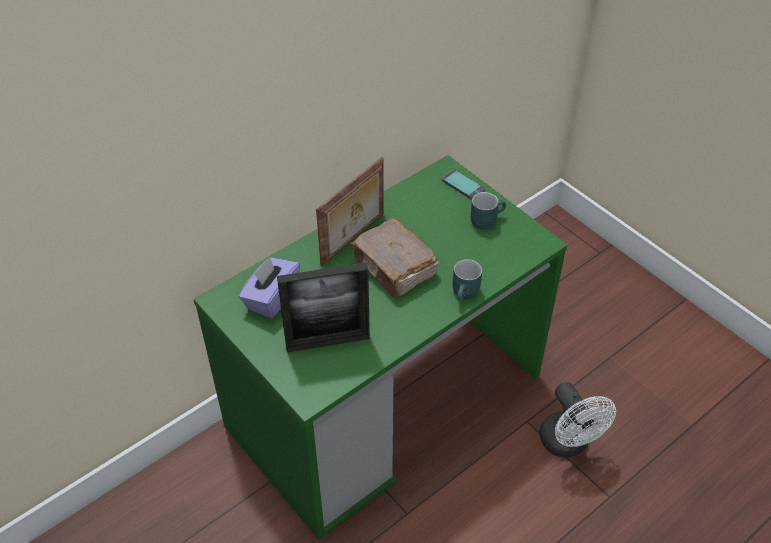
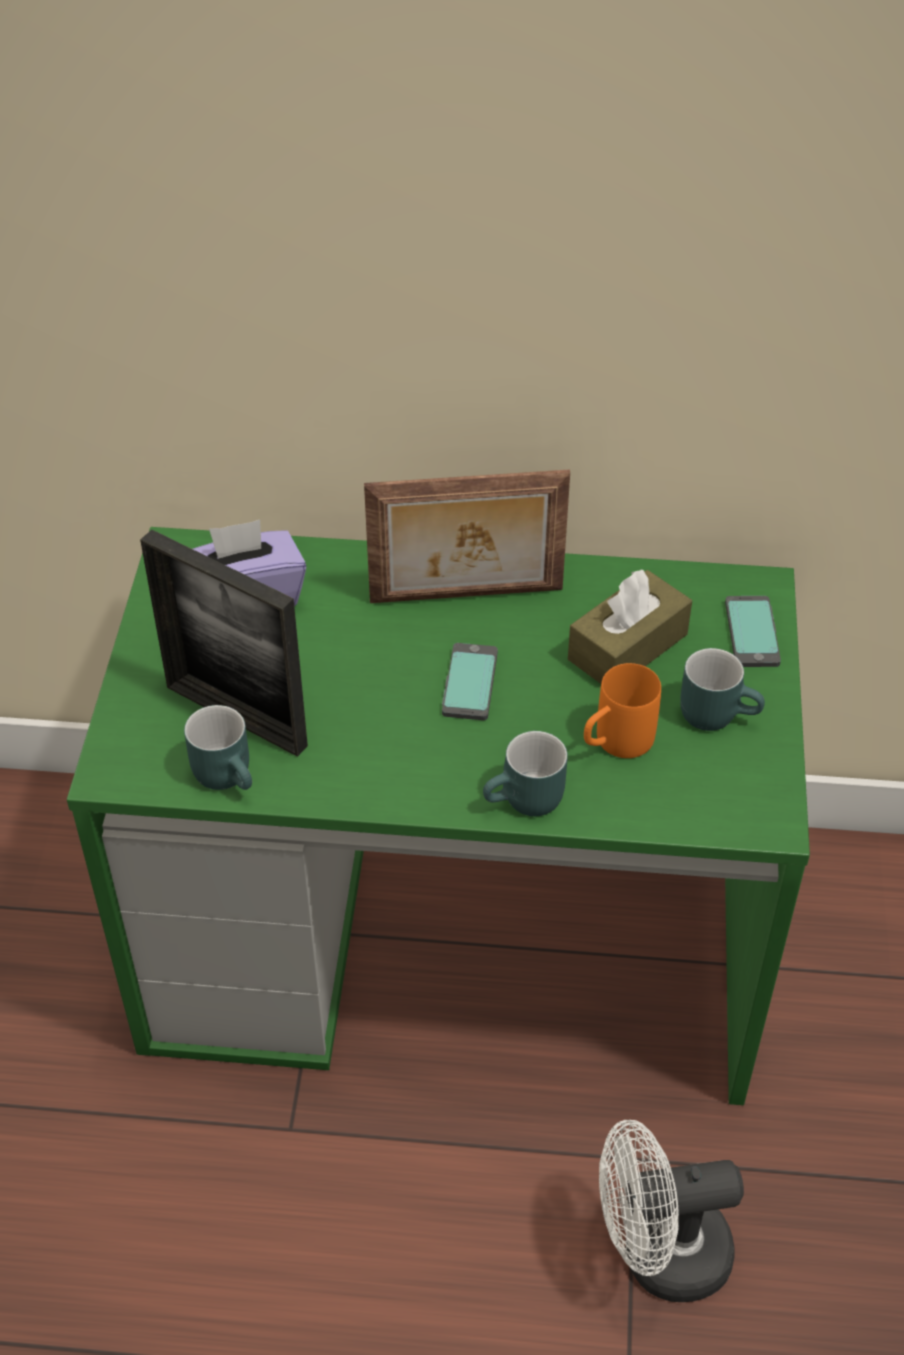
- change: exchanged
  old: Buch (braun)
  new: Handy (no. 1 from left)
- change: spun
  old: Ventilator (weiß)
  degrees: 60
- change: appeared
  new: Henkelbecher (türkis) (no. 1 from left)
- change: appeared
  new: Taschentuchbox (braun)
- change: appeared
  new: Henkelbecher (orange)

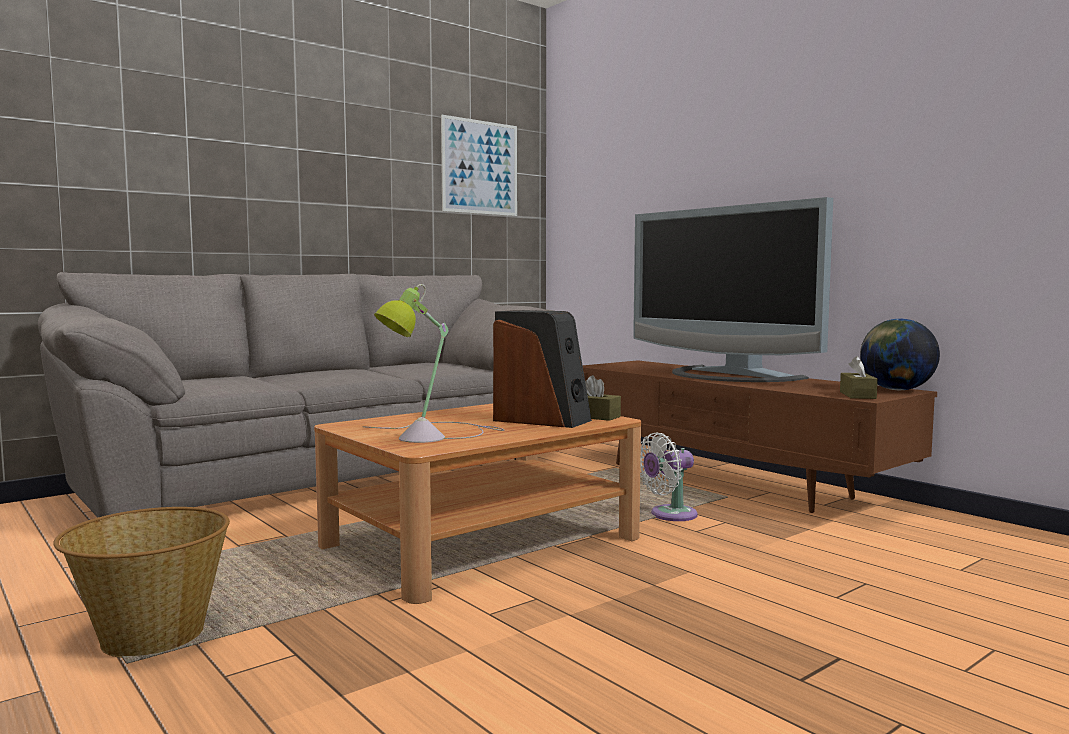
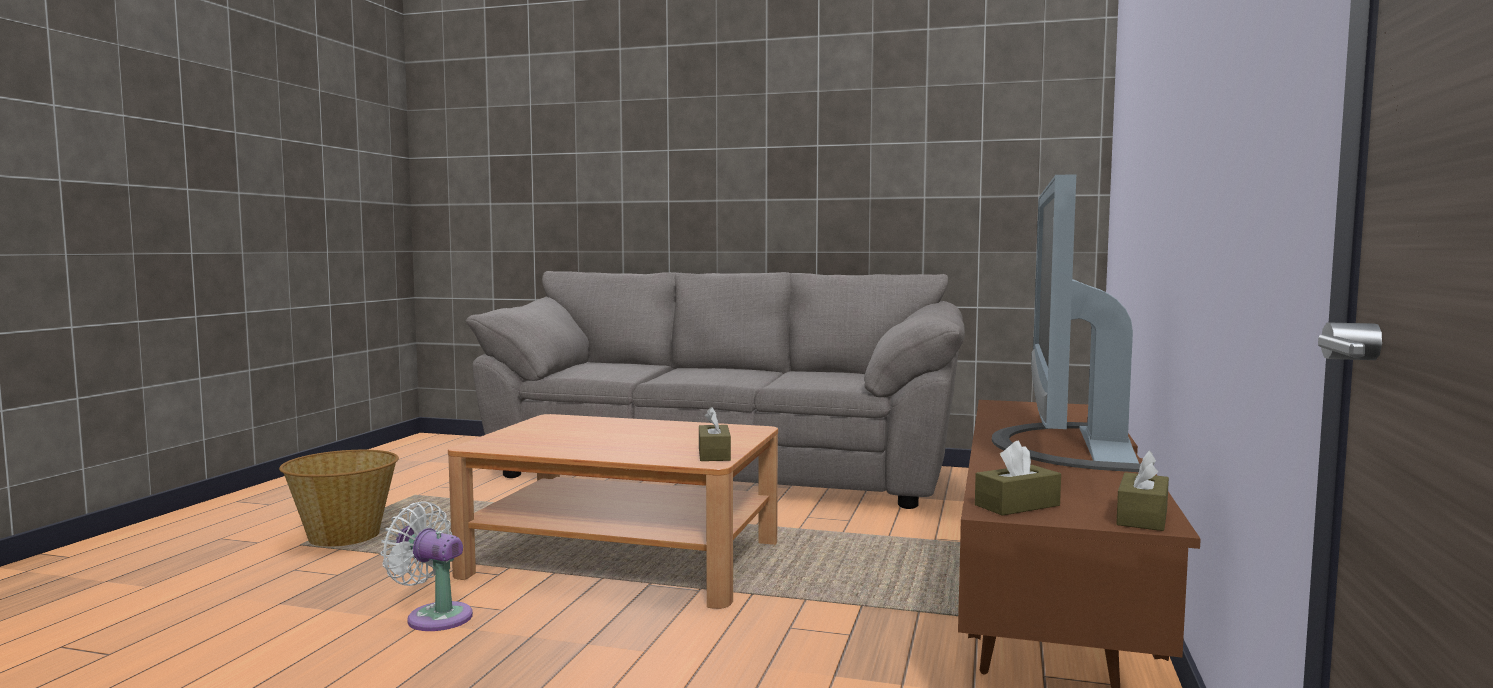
- change: missing
  old: Tischlampe
- change: missing
  old: Bild
- change: missing
  old: Lautsprecher
- change: relocated
  old: Ventilator (weiß)
- change: exchanged
  old: Globus
  new: Taschentuchbox (braun) (no. 3 from left)

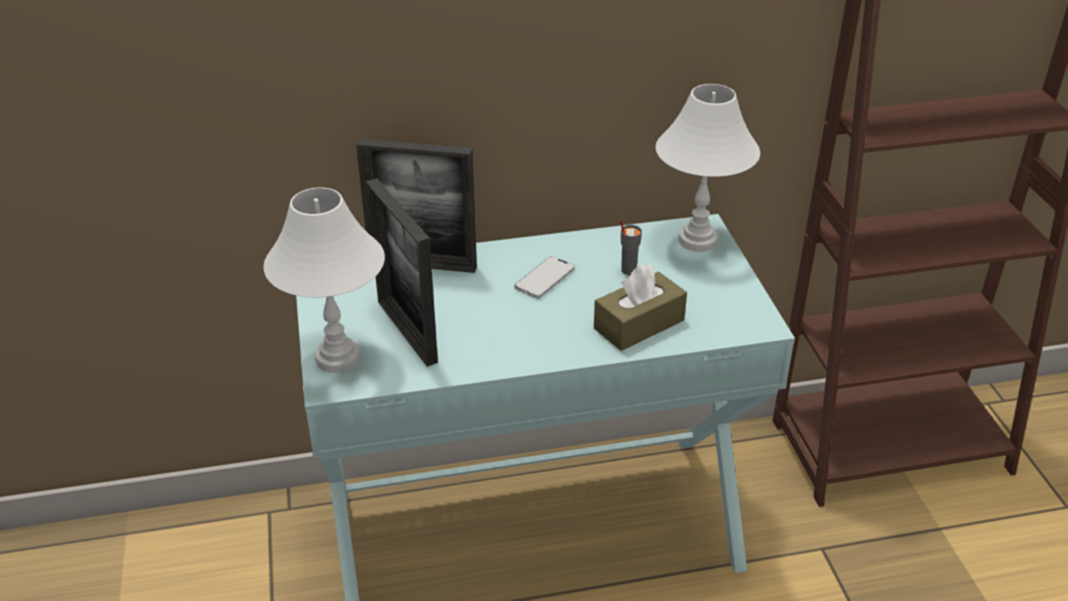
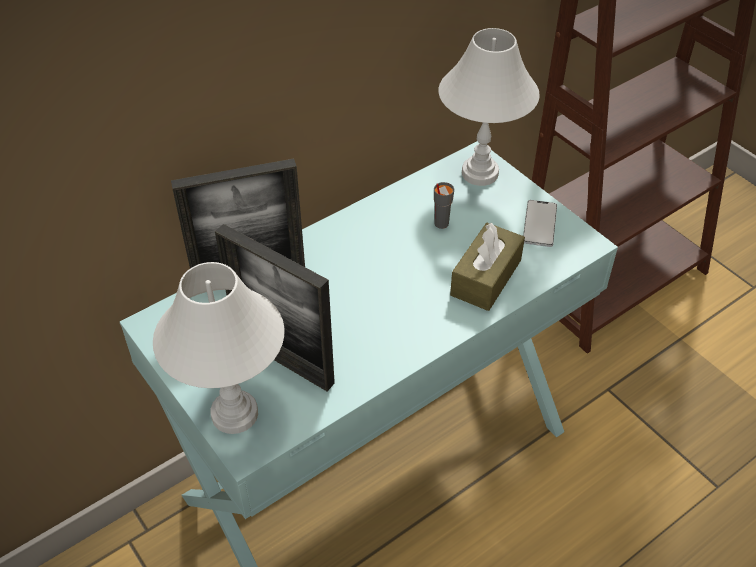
- change: relocated
  old: Handy

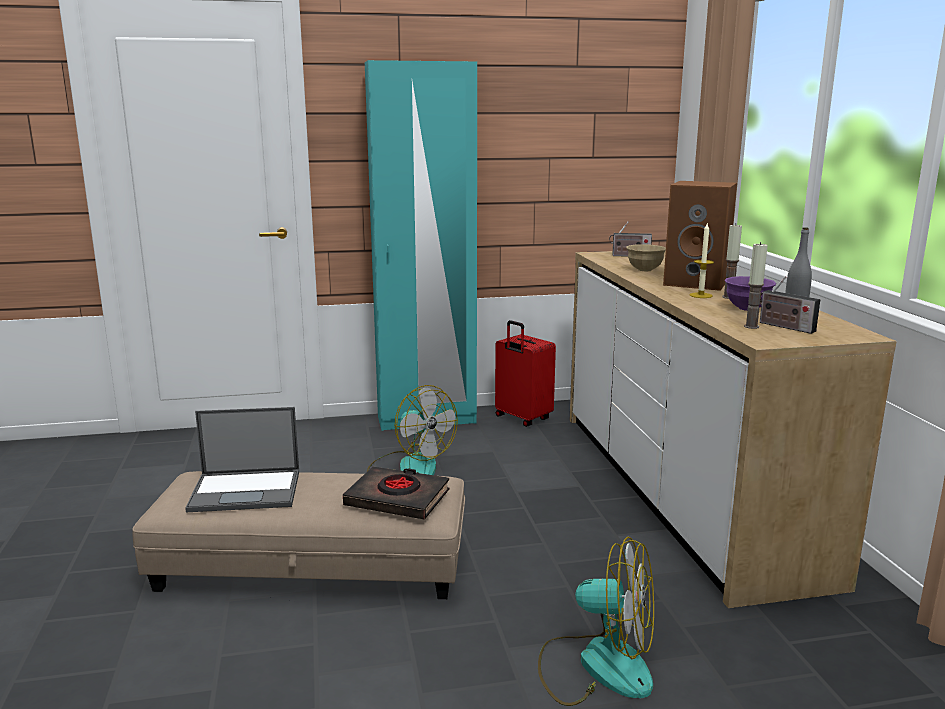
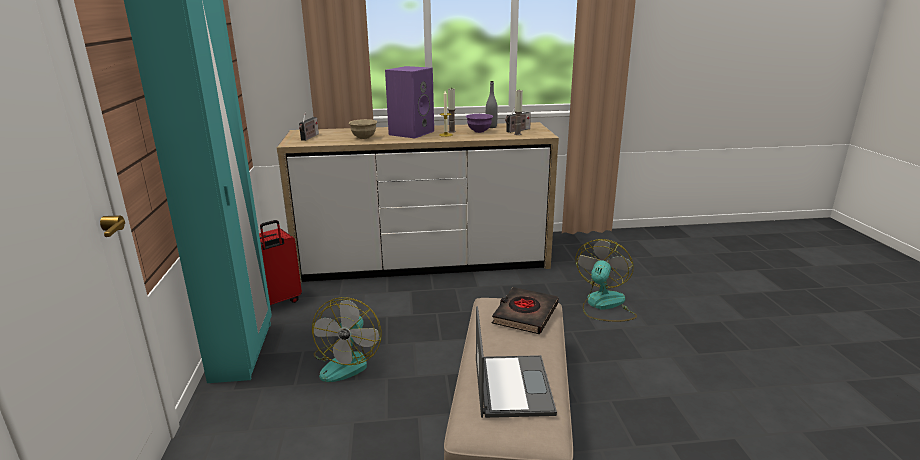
- change: spun
  old: Ventilator (no. 1 from left)
  degrees: 135
- change: colour
  old: Lautsprecher (braun)
  new: Lautsprecher (lila)

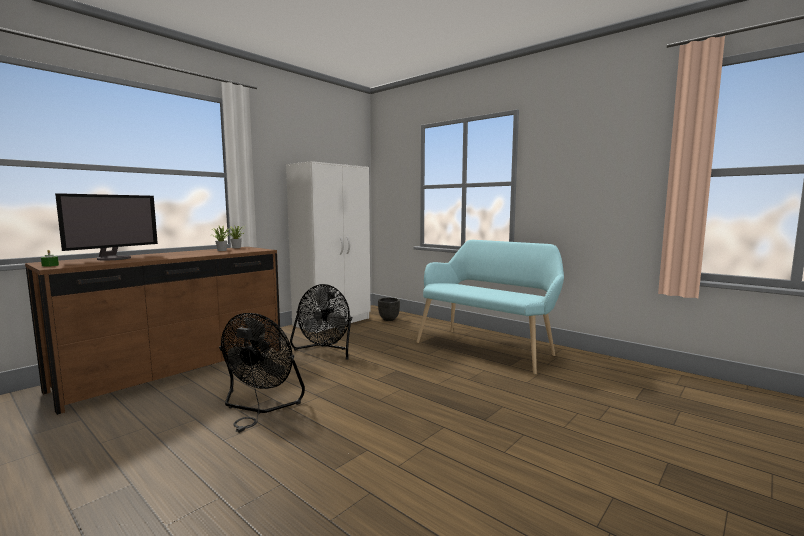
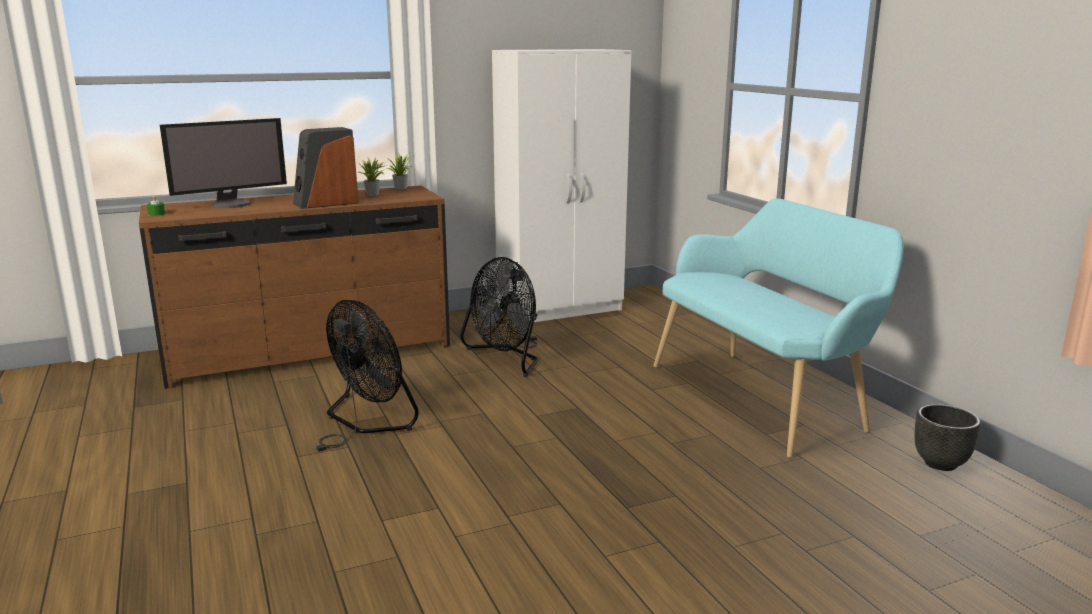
- change: relocated
  old: Pflanzkübel (schwarz)
- change: appeared
  new: Lautsprecher

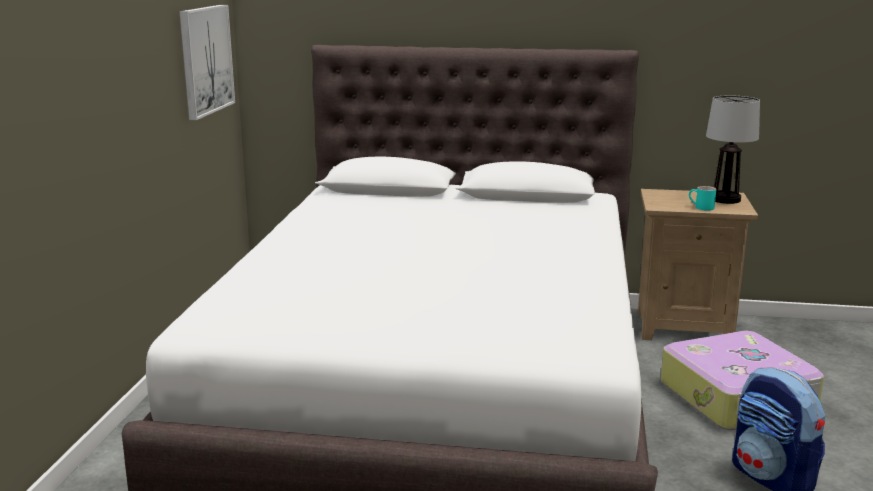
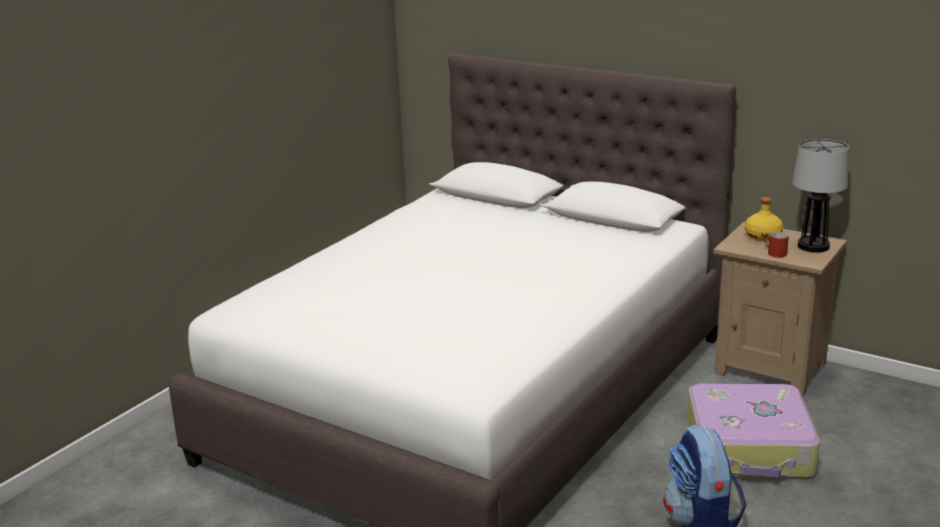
- change: missing
  old: Bild
- change: colour
  old: Henkelbecher (türkis)
  new: Henkelbecher (rot)
- change: appeared
  new: Flasche (gelb)

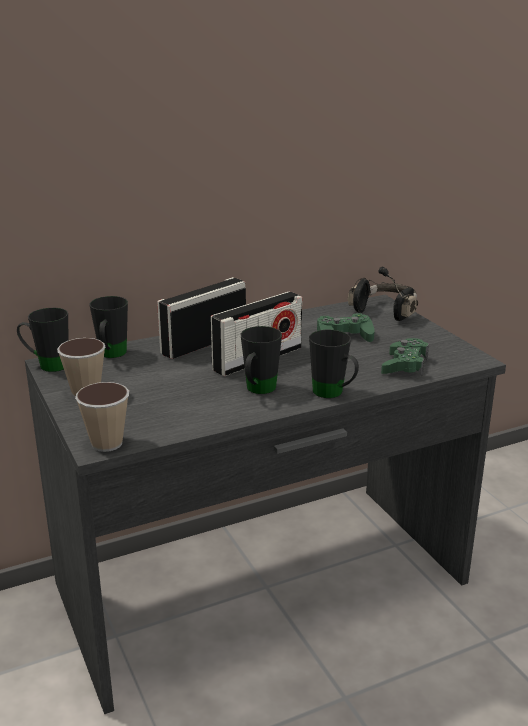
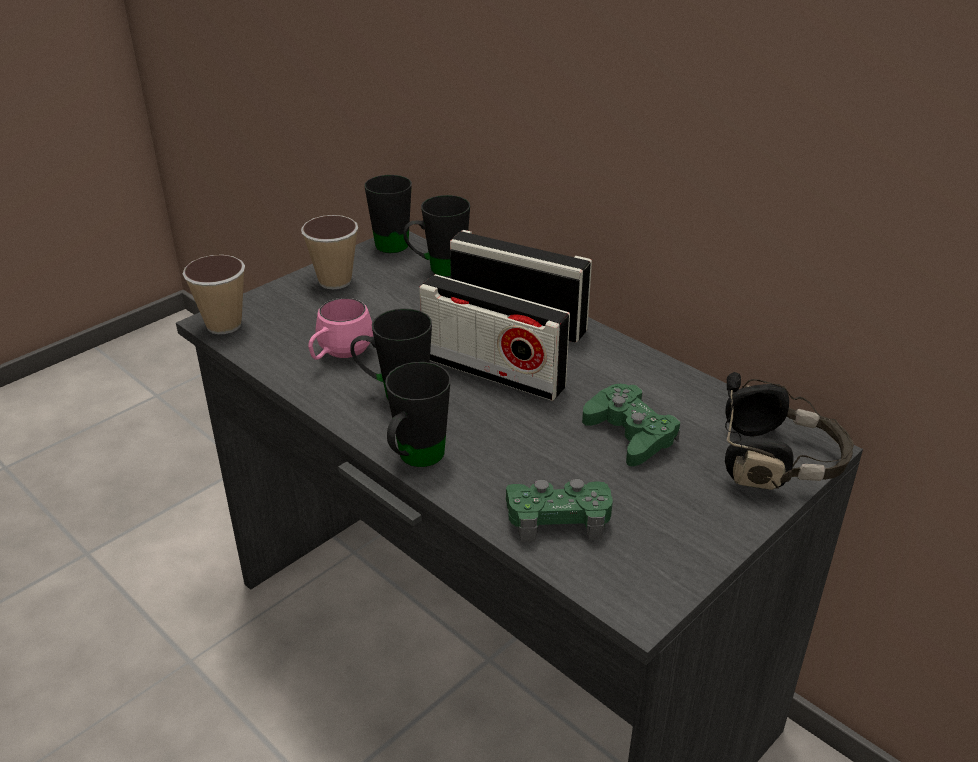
- change: appeared
  new: Henkelbecher (rosa)

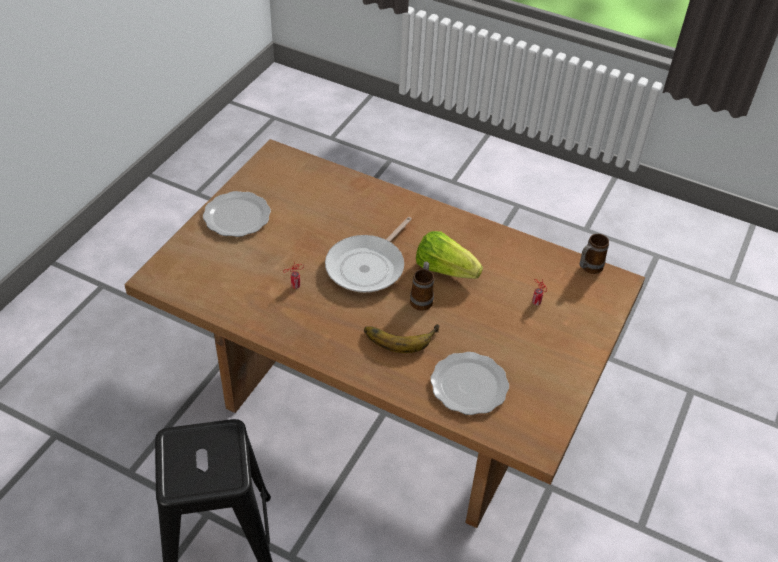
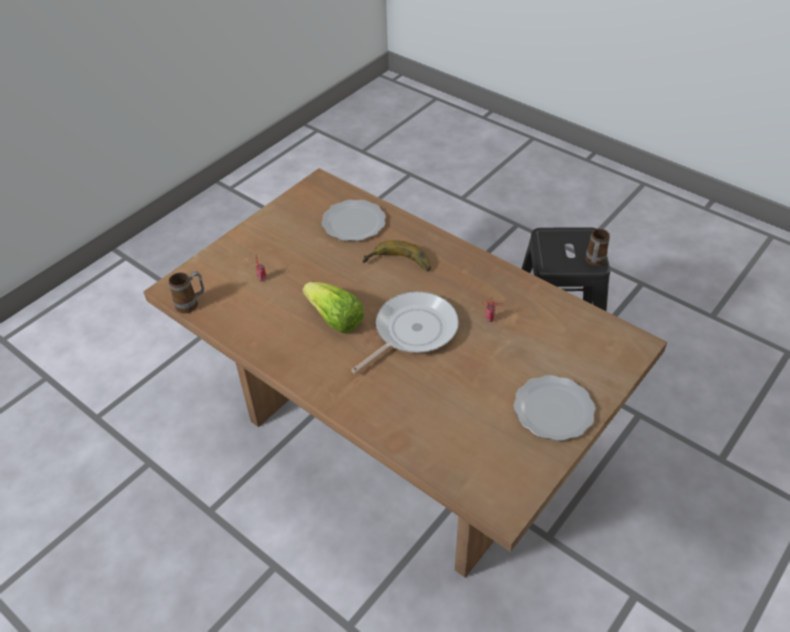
- change: relocated
  old: Henkelbecher (no. 1 from left in the first image)
  new: Henkelbecher (no. 2 from left)

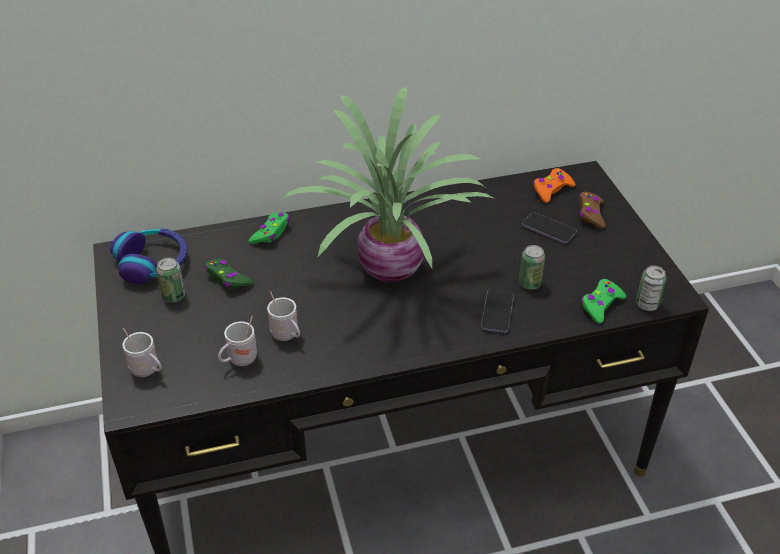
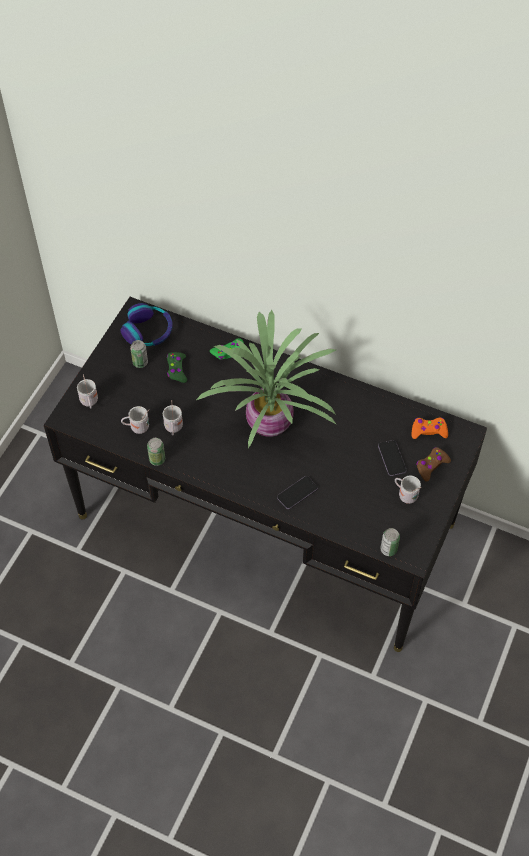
- change: relocated
  old: Dose (no. 2 from left)
- change: missing
  old: Gamepad (grün) (no. 3 from left)
- change: appeared
  new: Henkelbecher (weiß) (no. 4 from left)

